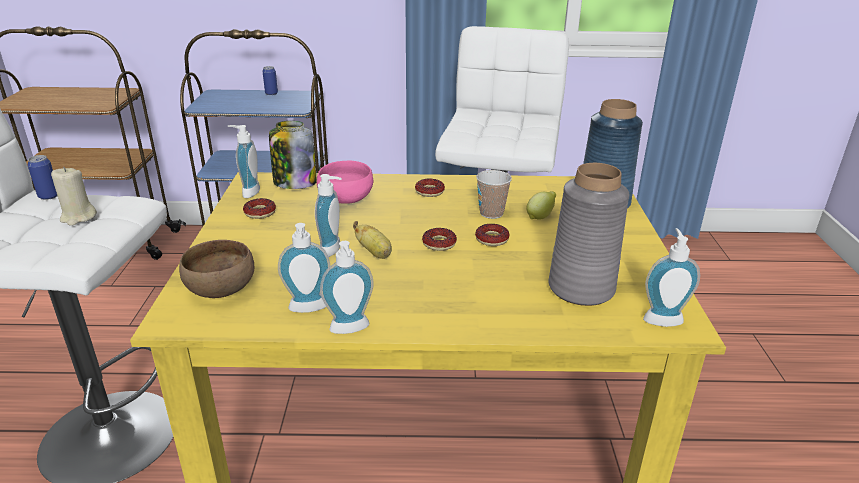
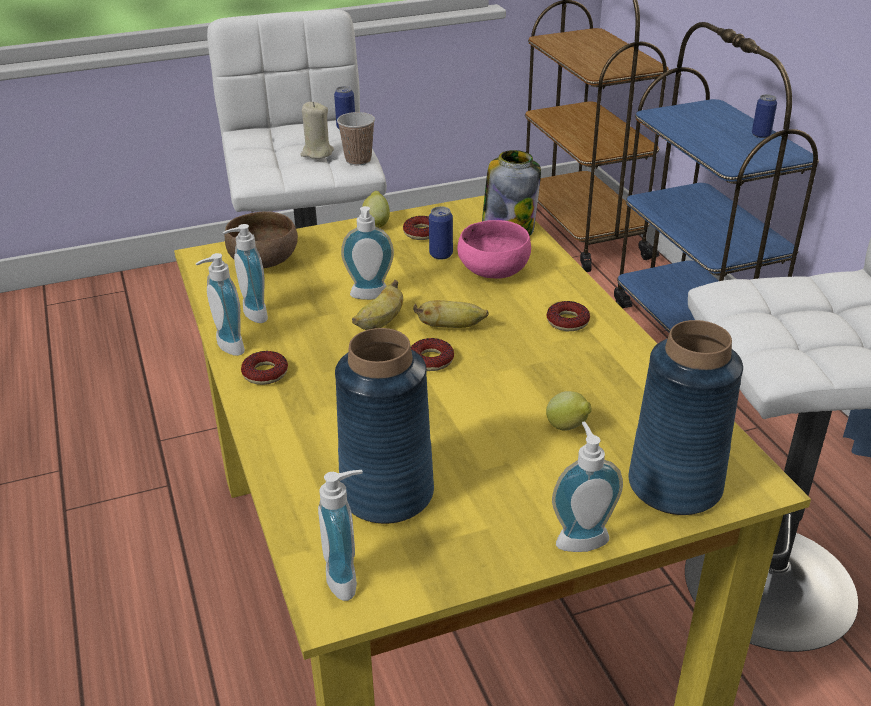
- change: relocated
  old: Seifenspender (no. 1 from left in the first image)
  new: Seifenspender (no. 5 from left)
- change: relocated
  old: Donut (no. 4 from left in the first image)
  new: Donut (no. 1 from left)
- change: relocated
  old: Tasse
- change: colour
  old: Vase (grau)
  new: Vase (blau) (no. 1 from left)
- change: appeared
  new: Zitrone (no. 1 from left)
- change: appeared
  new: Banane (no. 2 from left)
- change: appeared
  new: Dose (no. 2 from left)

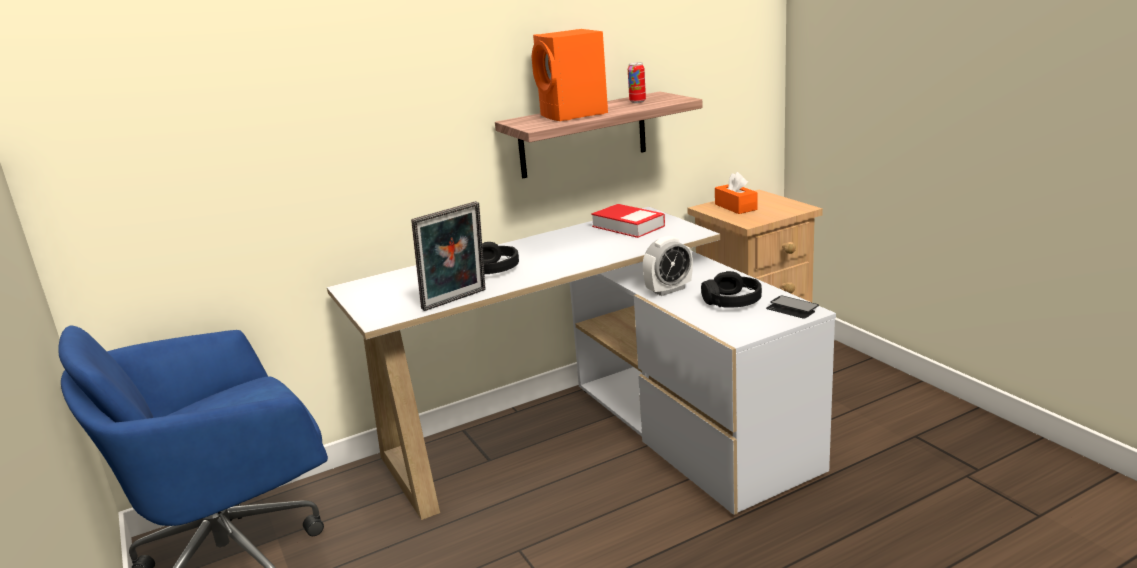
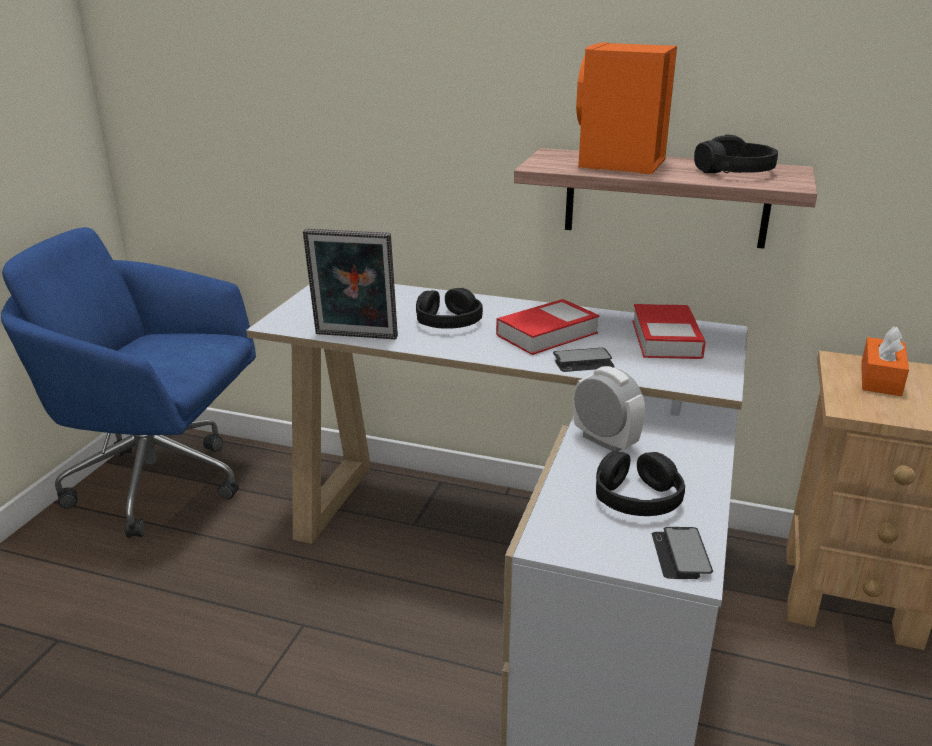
- change: exchanged
  old: Dose
  new: Kopfhörer (schwarz) (no. 3 from left)
- change: spun
  old: Wecker
  degrees: -150
- change: appeared
  new: Buch (no. 1 from left)
- change: appeared
  new: Handy (no. 1 from left)

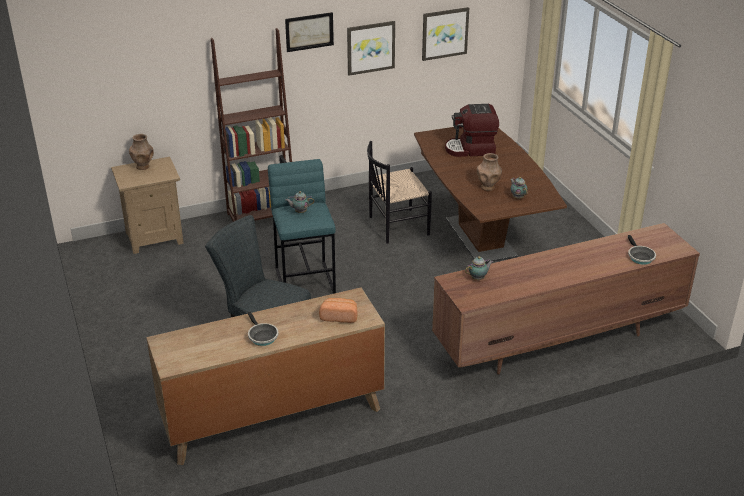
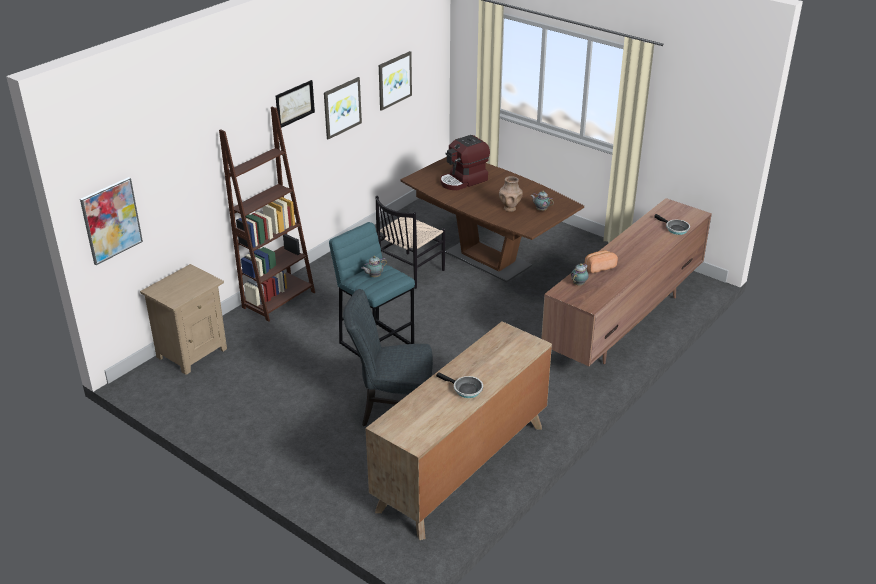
- change: missing
  old: Vase (braun) (no. 1 from left)
- change: relocated
  old: Brot
- change: appeared
  new: Bild (no. 1 from left)

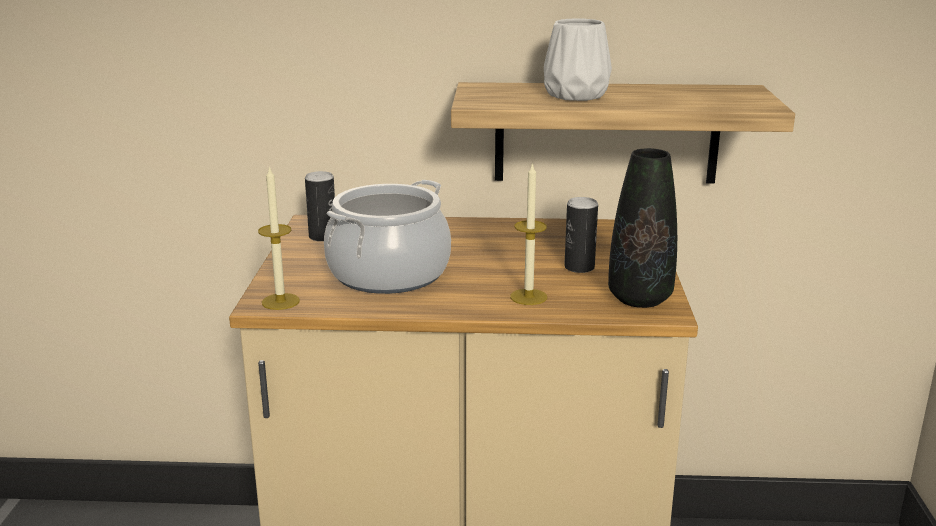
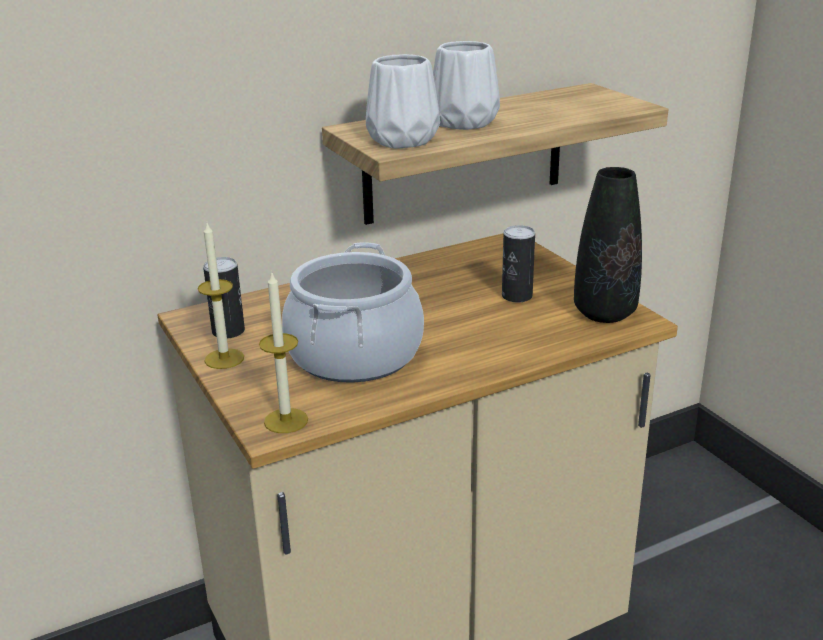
- change: relocated
  old: Kerze (no. 2 from left in the first image)
  new: Kerze (no. 1 from left)
- change: appeared
  new: Vase (weiß) (no. 1 from left)

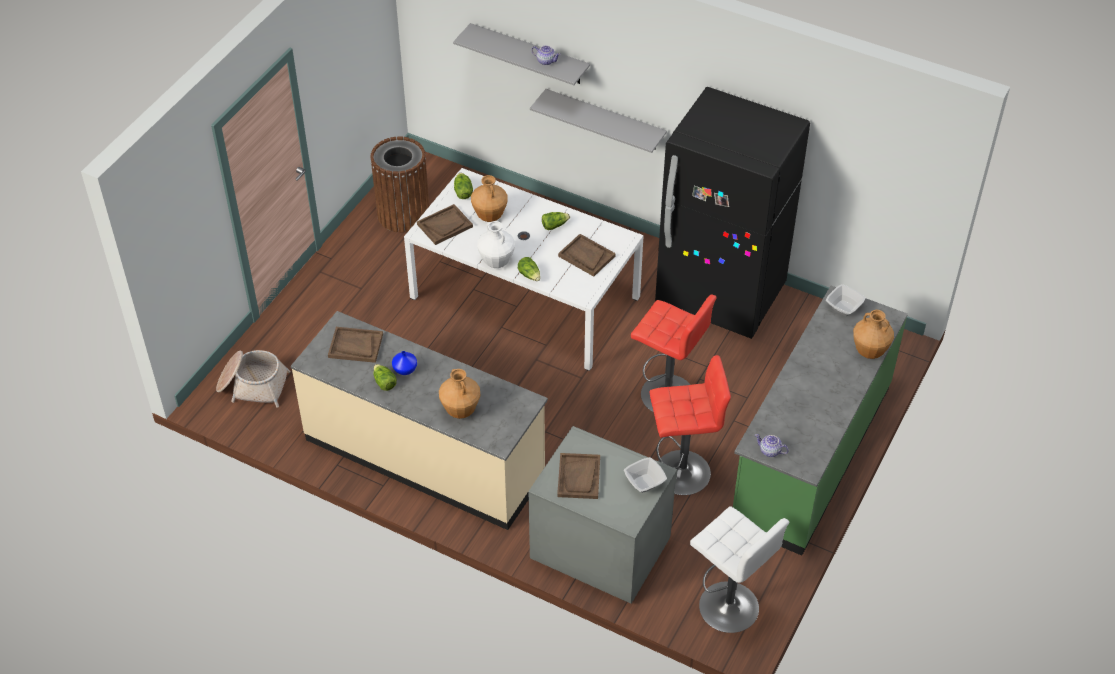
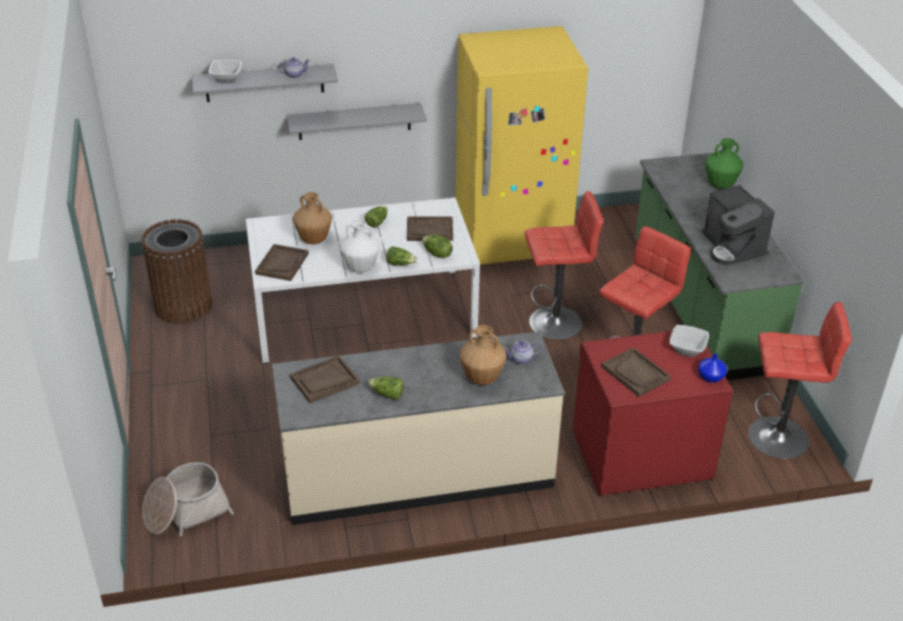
- change: relocated
  old: Vase (blau)
- change: relocated
  old: Salatkopf (no. 2 from left in the first image)
  new: Salatkopf (no. 4 from left)
- change: colour
  old: Waschmaschine (grau)
  new: Waschmaschine (rot)
- change: colour
  old: Kühlschrank (schwarz)
  new: Kühlschrank (gelb)
- change: colour
  old: Hocker (weiß)
  new: Hocker (rot) (no. 3 from left)
- change: relocated
  old: Teekanne (no. 2 from left)
- change: relocated
  old: Schüssel (no. 2 from left in the first image)
  new: Schüssel (no. 1 from left)
- change: colour
  old: Vase (braun) (no. 3 from left)
  new: Vase (grün)
- change: appeared
  new: Kaffeemaschine

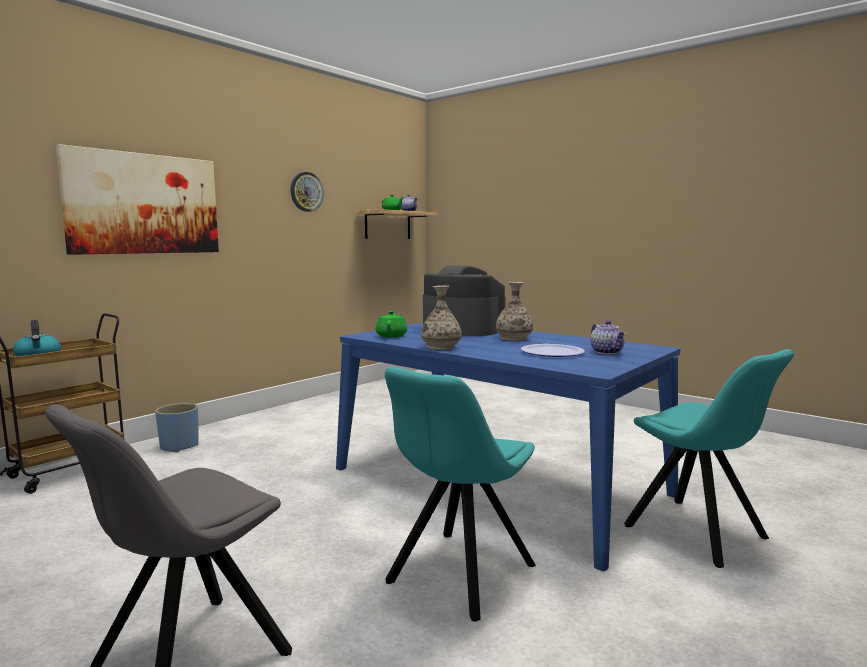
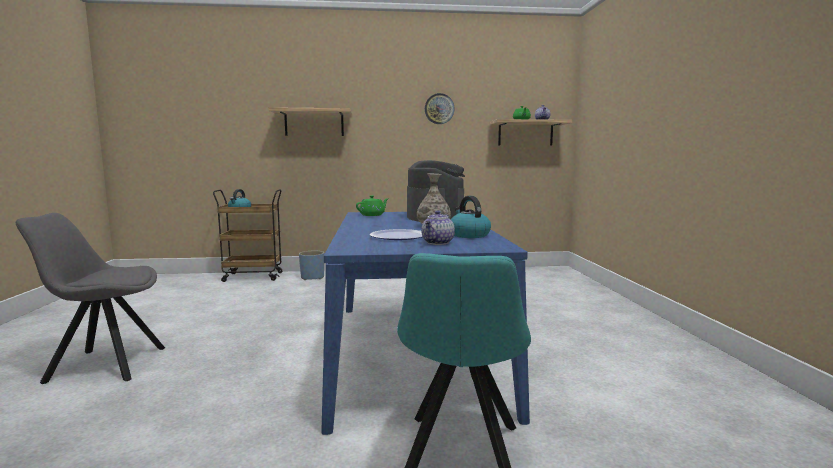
- change: exchanged
  old: Bild
  new: Wandregal (no. 1 from left)
- change: missing
  old: Stuhl (türkis) (no. 1 from left)
- change: missing
  old: Vase (no. 1 from left)
- change: appeared
  new: Wasserkessel (no. 2 from left)

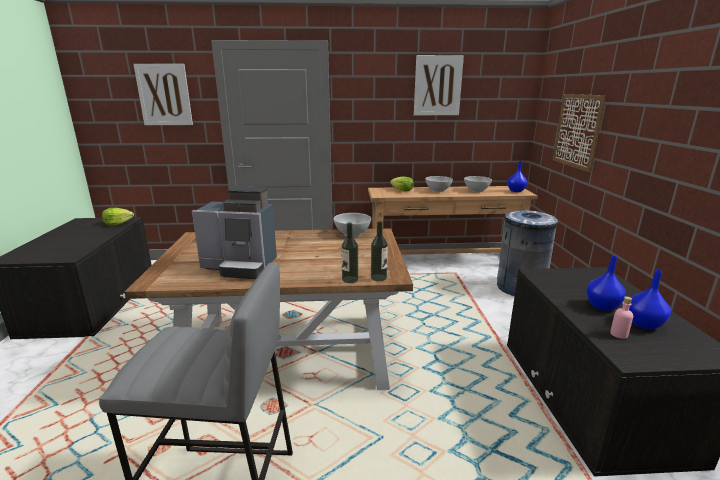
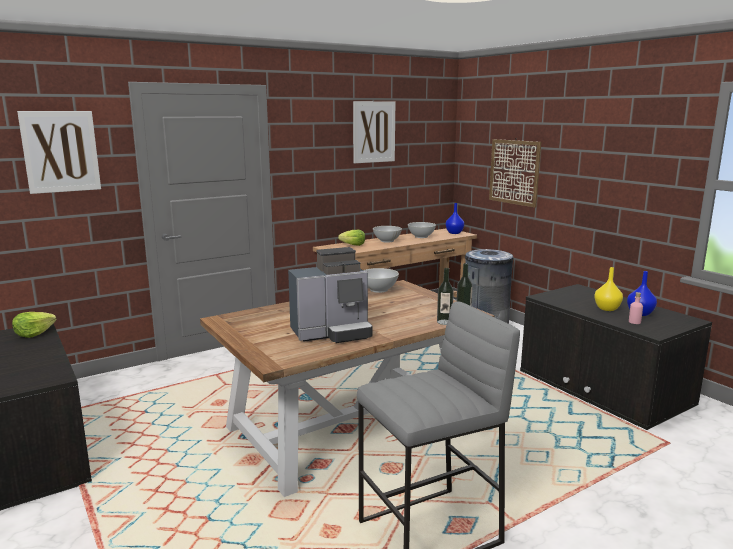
- change: colour
  old: Vase (blau) (no. 2 from left)
  new: Vase (gelb)

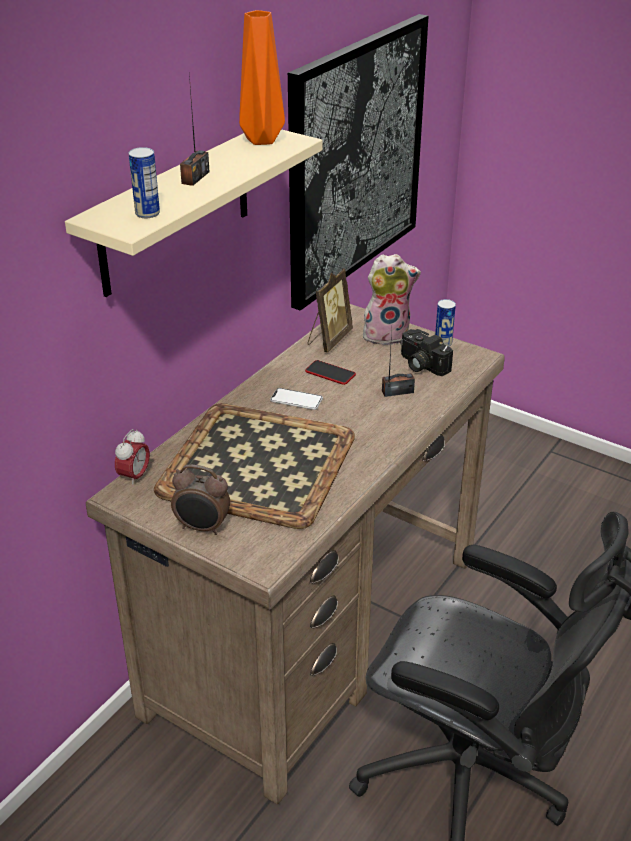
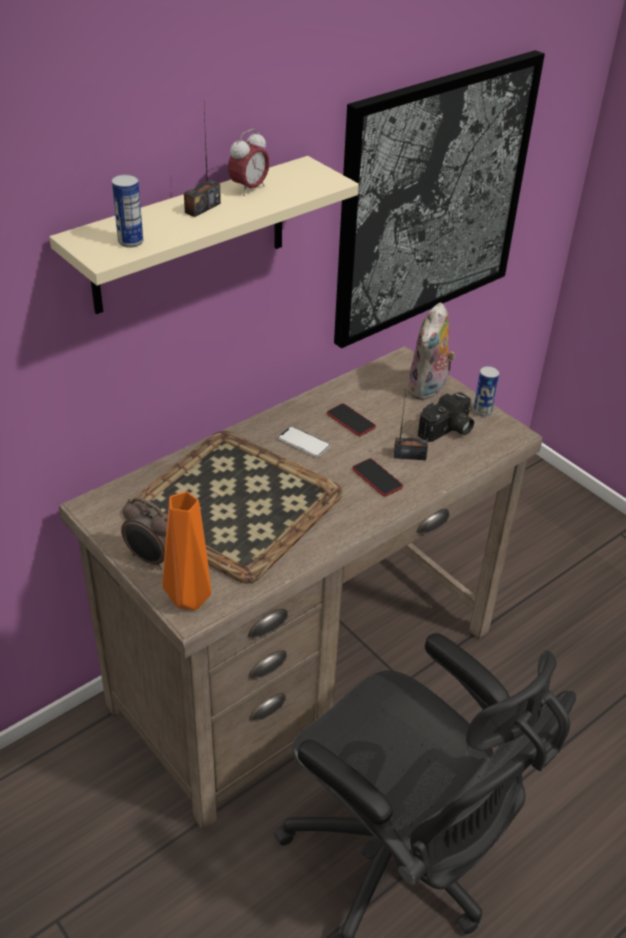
- change: relocated
  old: Wecker (no. 1 from left in the first image)
  new: Wecker (no. 2 from left)
- change: relocated
  old: Vase (orange)
- change: missing
  old: Bilderrahmen
- change: spun
  old: Plüschtier
  degrees: 105
- change: spun
  old: Kamera
  degrees: -105
- change: appeared
  new: Handy (no. 3 from left)

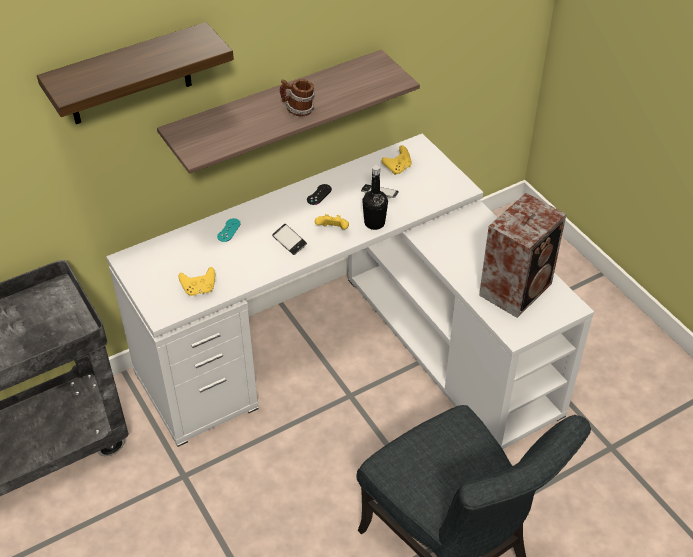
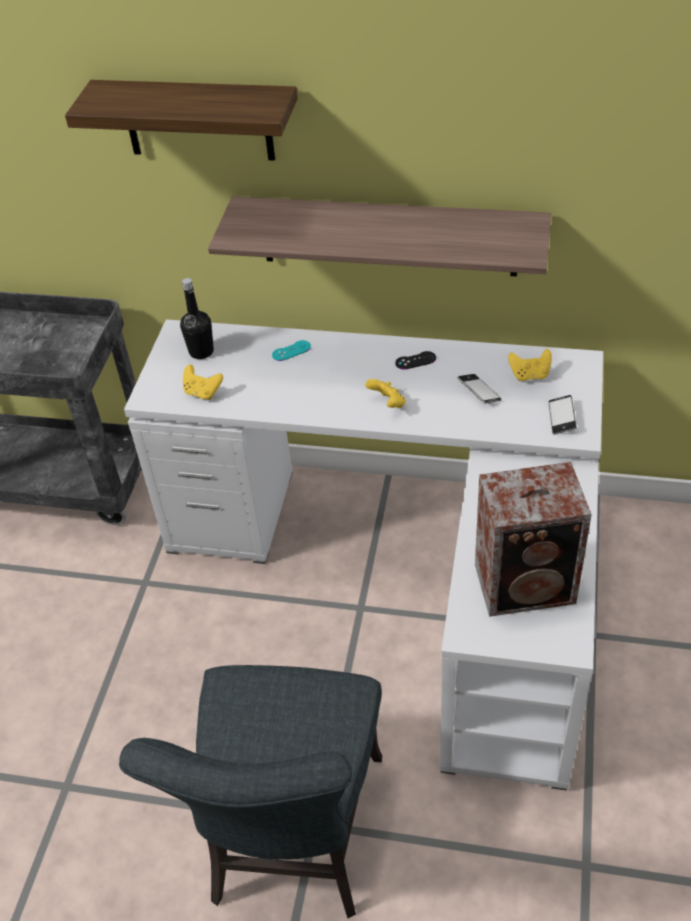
- change: relocated
  old: Handy (no. 1 from left in the first image)
  new: Handy (no. 2 from left)
- change: missing
  old: Henkelbecher
- change: relocated
  old: Flasche (schwarz)

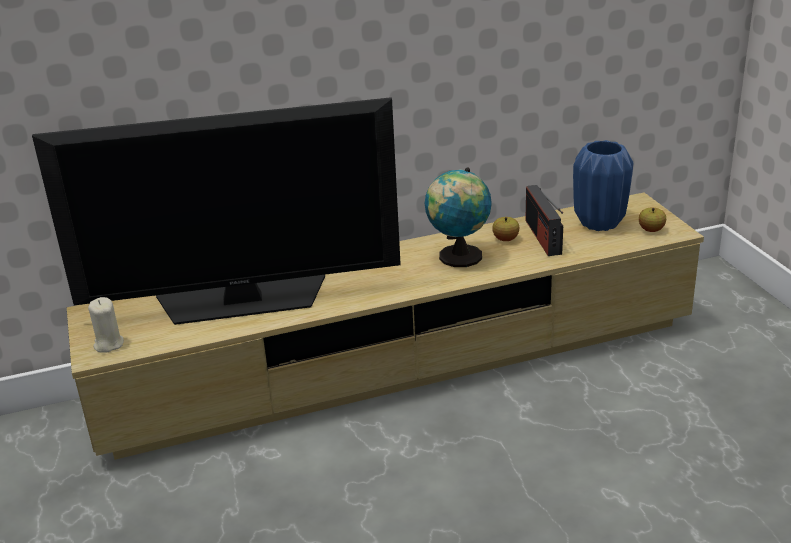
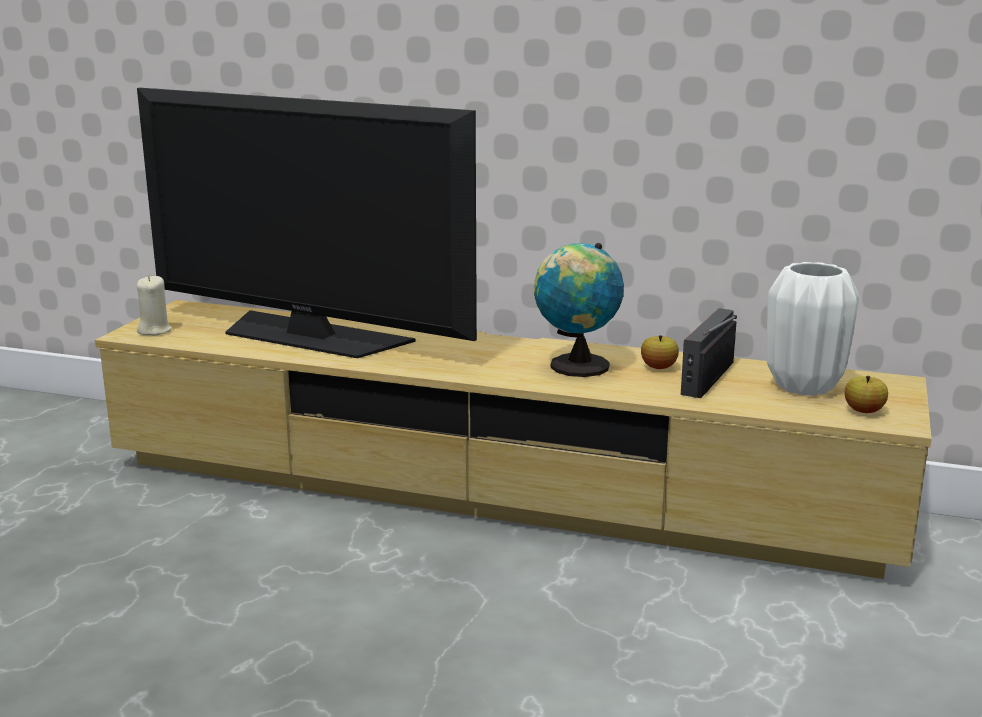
- change: colour
  old: Vase (blau)
  new: Vase (weiß)

